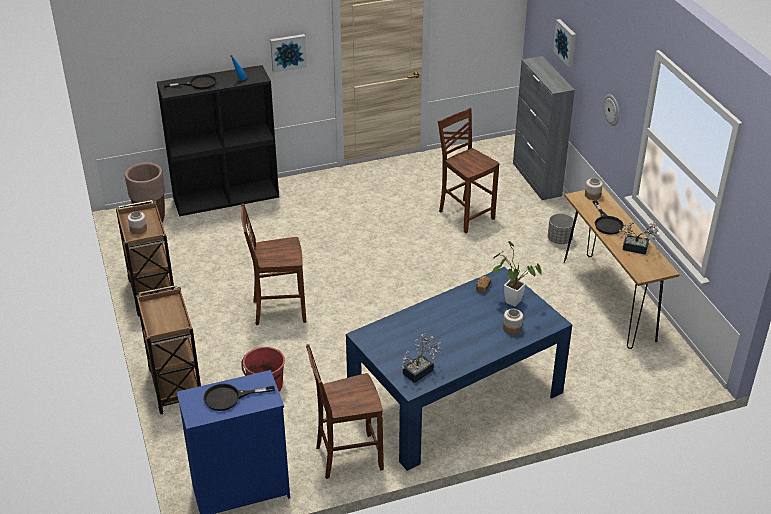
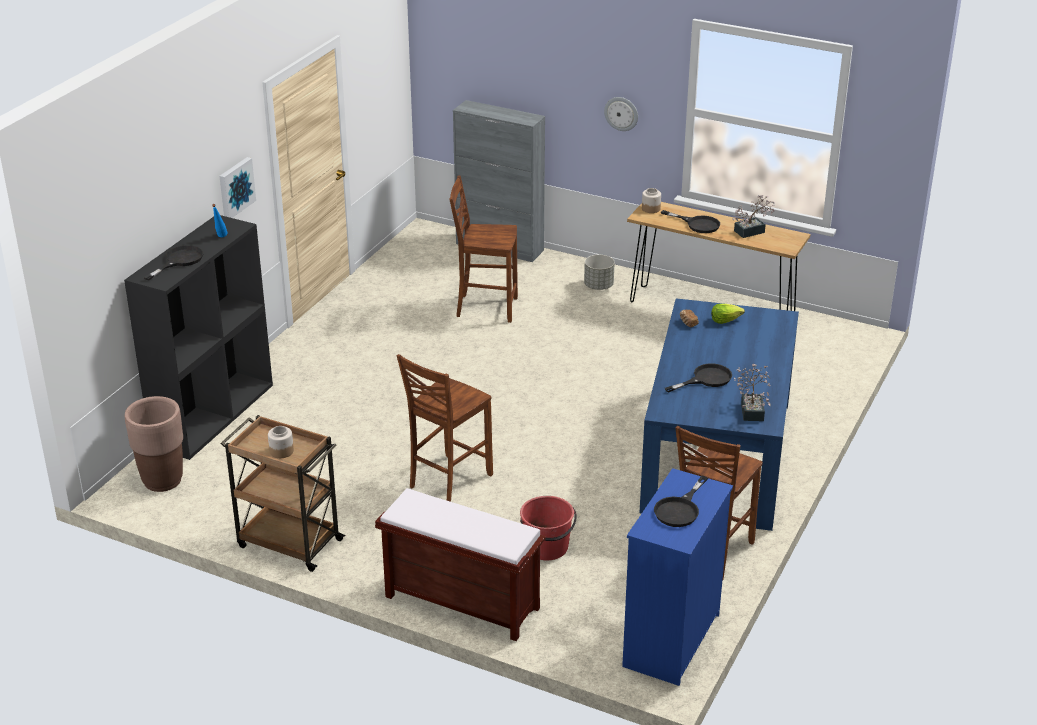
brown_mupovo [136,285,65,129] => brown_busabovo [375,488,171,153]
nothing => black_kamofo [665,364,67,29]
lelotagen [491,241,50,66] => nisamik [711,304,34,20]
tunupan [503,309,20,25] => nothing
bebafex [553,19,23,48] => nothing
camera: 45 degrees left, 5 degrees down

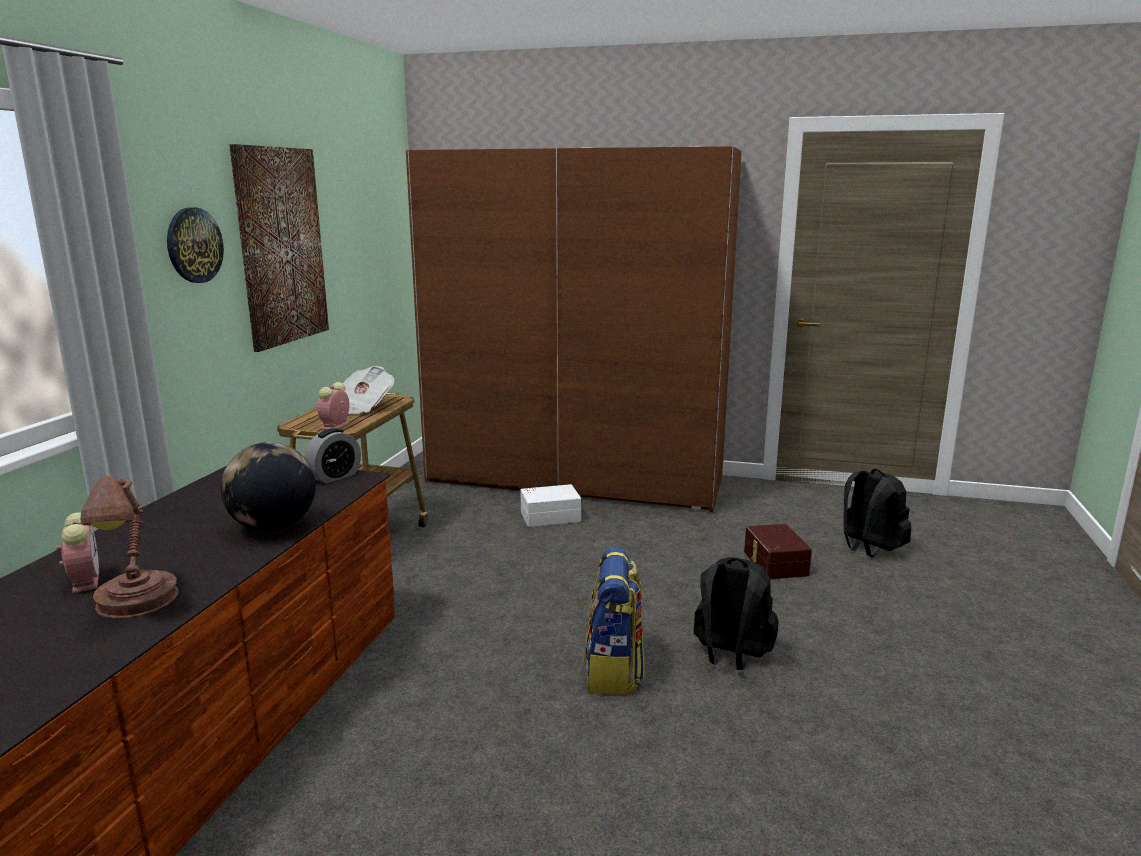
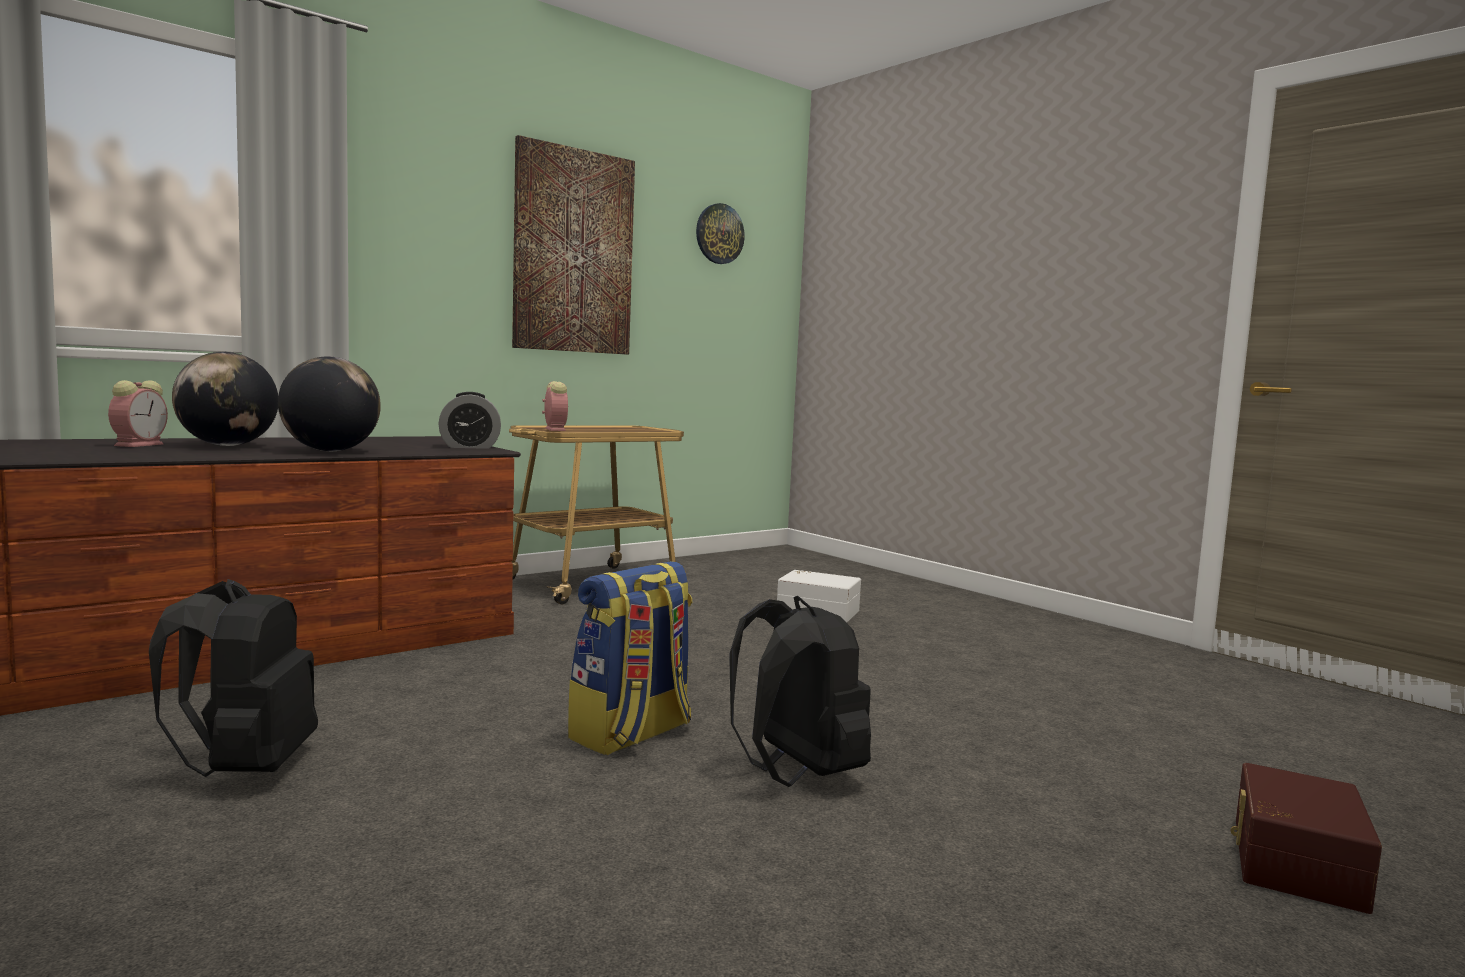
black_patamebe [843,469,68,89] => black_patamebe [149,579,169,198], move
nothing => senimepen [172,352,106,94]
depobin [317,382,33,48] => depobin [542,381,26,50], 105 degrees clockwise
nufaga [167,207,57,76] => nufaga [696,203,49,61], move
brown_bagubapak [744,524,68,55] => brown_bagubapak [1231,763,151,151], move
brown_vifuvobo [80,476,98,143] => nothing
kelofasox [343,366,51,48] => nothing
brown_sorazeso [406,146,336,366] => nothing
camera: 35 degrees right, 10 degrees down

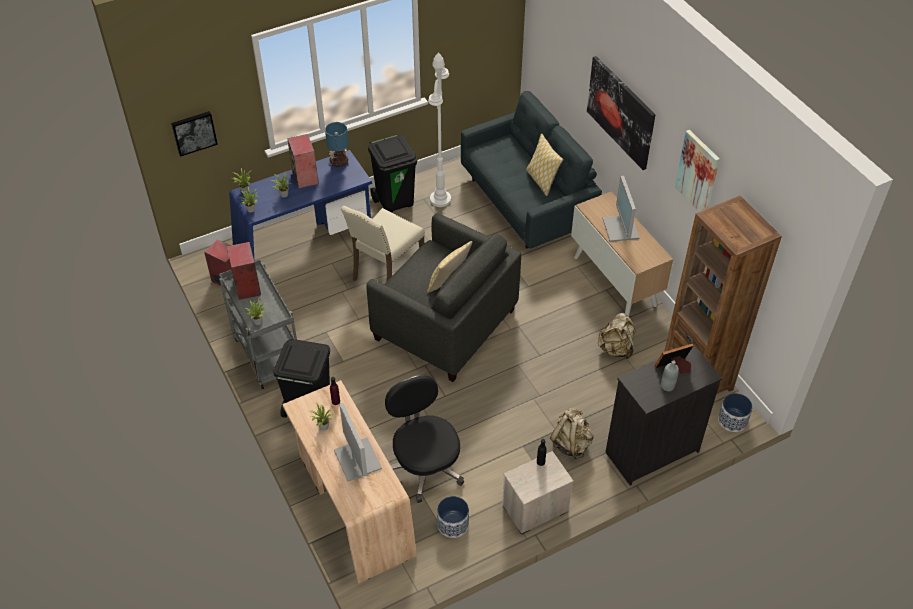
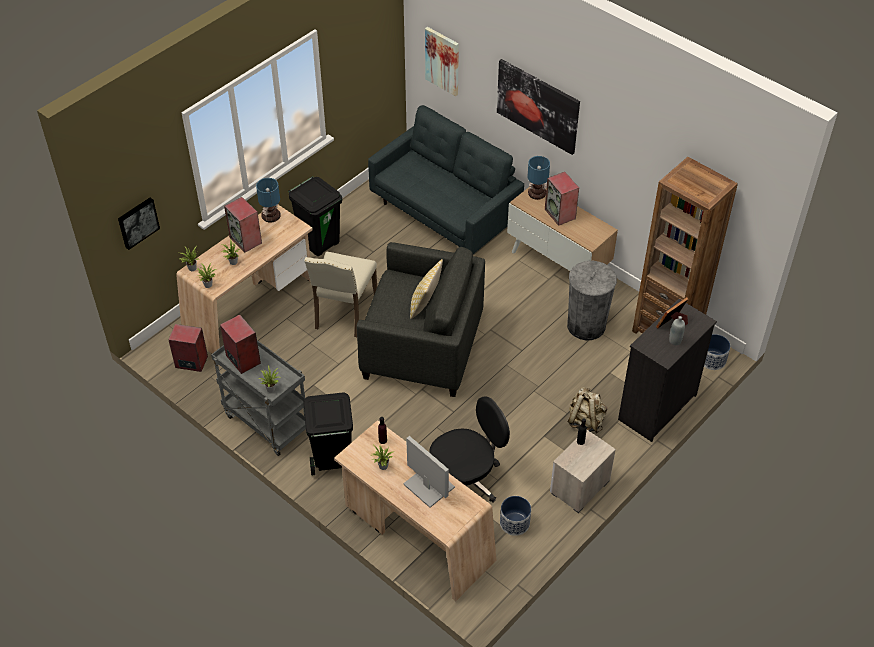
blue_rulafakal [229,150,143,108] => beige_rulafakal [176,205,137,149]
bebafex [675,130,45,82] => bebafex [425,27,34,69], move
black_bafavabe [385,375,79,128] => black_bafavabe [429,396,81,107], 105 degrees clockwise
nothing => vifuvobo [527,156,23,44]
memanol [602,176,37,66] => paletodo [545,172,34,54]
beige_patamebe [597,313,38,46] => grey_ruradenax [567,261,50,79]
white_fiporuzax [428,52,23,155] => nothing
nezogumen [526,133,37,63] => nothing
camera: 20 degrees left, 0 degrees up

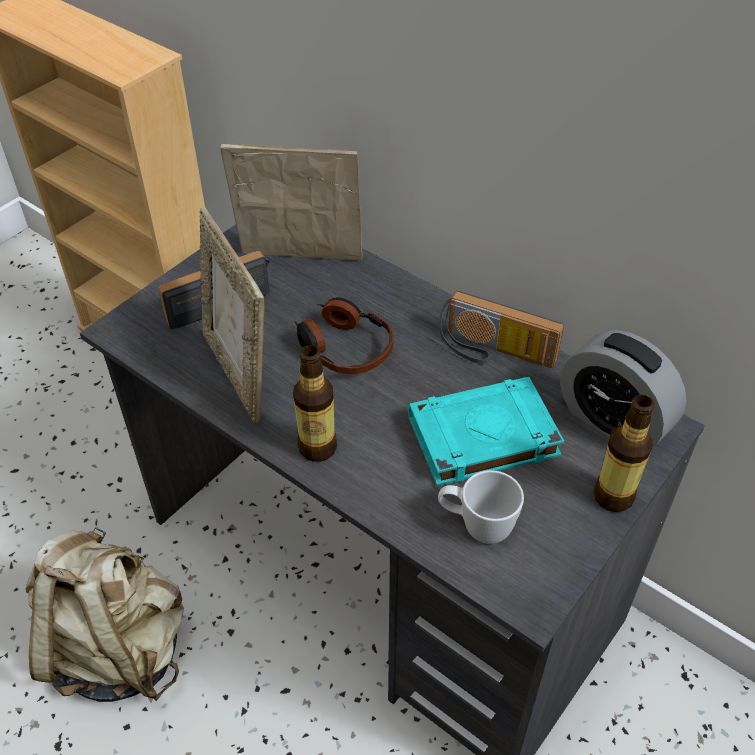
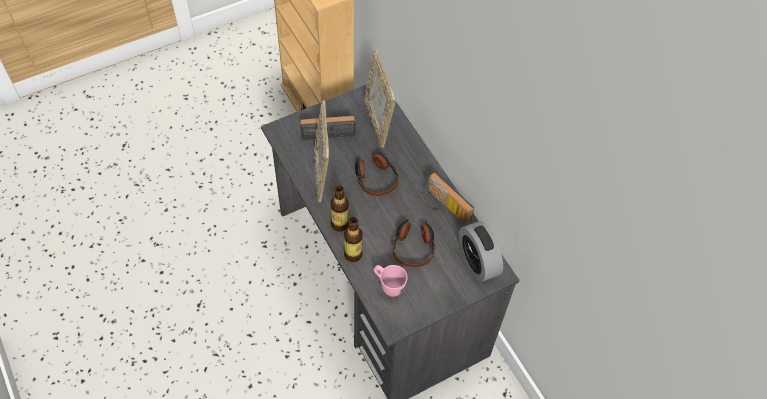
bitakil [593,395,61,117] => bitakil [344,217,19,45], move
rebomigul [220,143,143,118] => rebomigul [364,49,32,99], 135 degrees counterclockwise
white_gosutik [438,470,86,74] => pink_gosutik [374,265,34,32]
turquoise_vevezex [408,377,156,109] => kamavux [393,220,42,47]
beige_patamebe [26,527,158,175] => nothing
camera: 20 degrees right, 10 degrees up

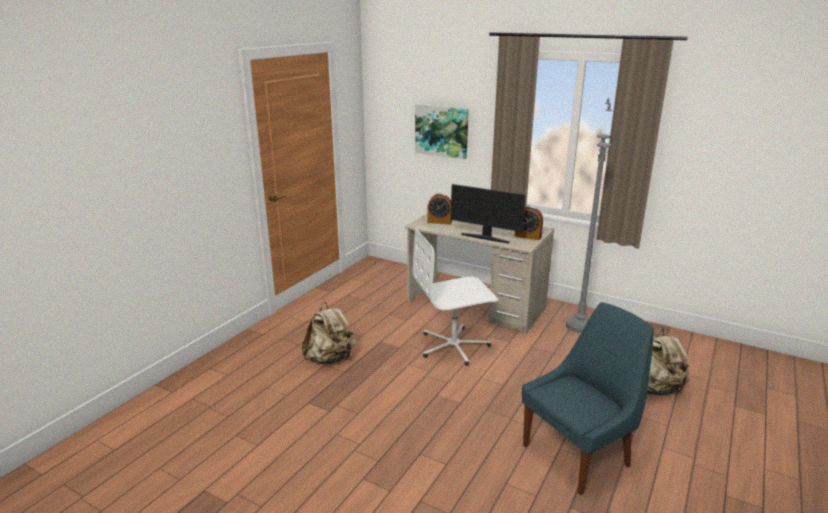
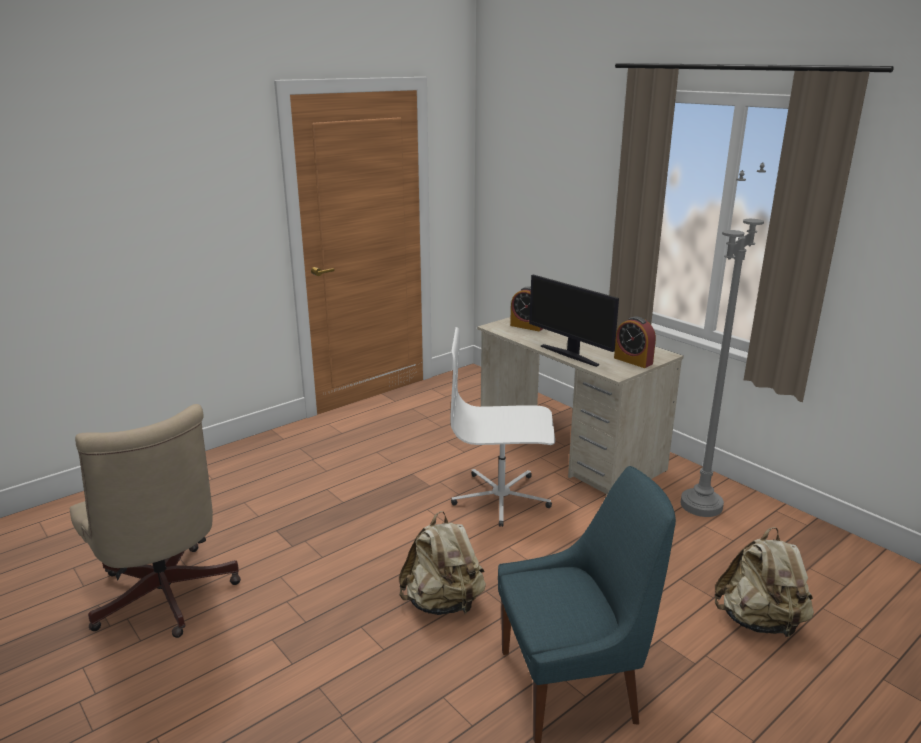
nothing => beige_bafavabe [70,404,171,234]
beige_patamebe [302,302,54,62] => beige_patamebe [399,511,87,104], move
bebafex [415,104,54,55] => nothing
camera: 20 degrees right, 0 degrees up

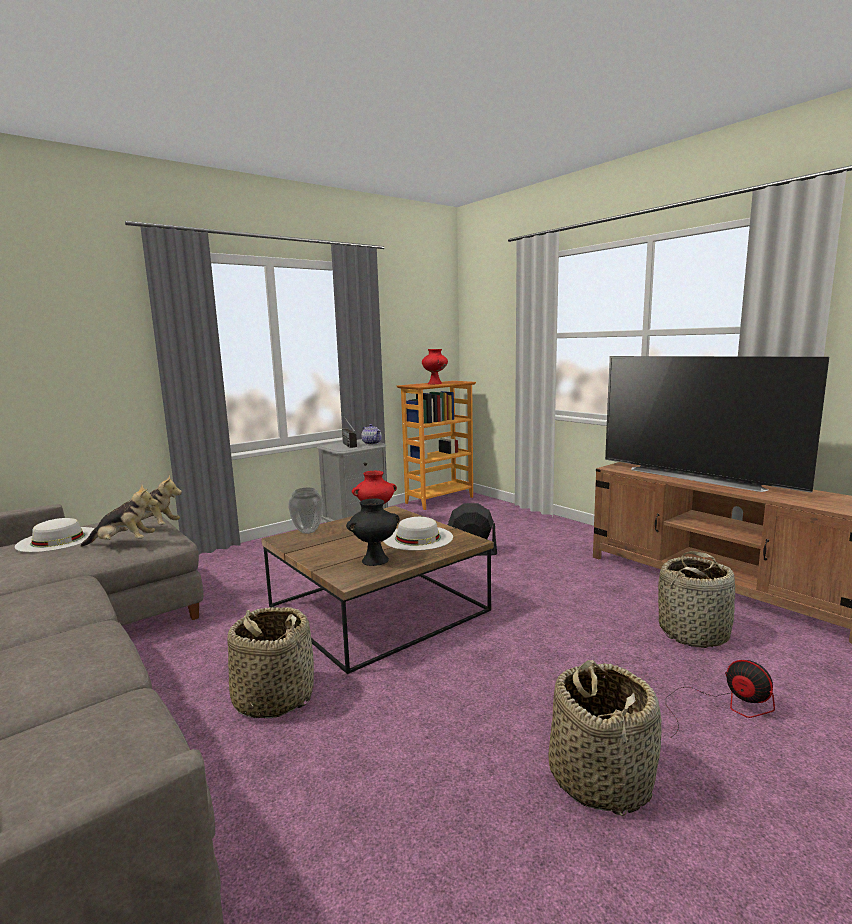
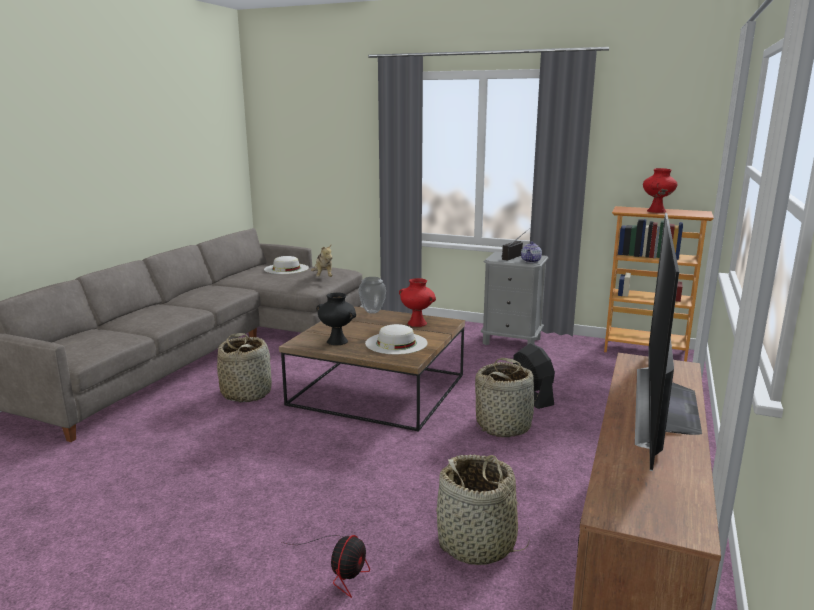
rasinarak [549,660,113,156] => rasinarak [475,358,63,79], move
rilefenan [81,485,77,62] => nothing
camera: 60 degrees right, 5 degrees up

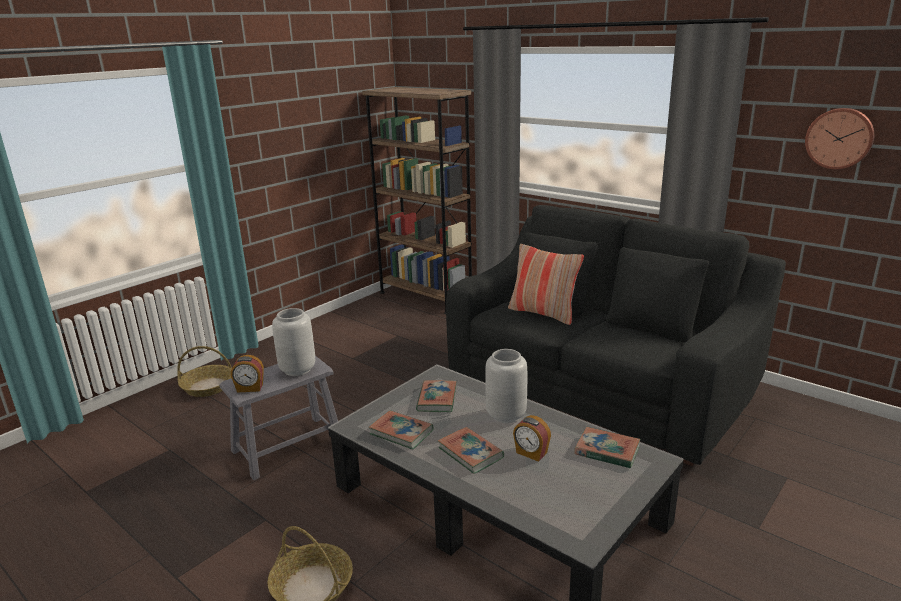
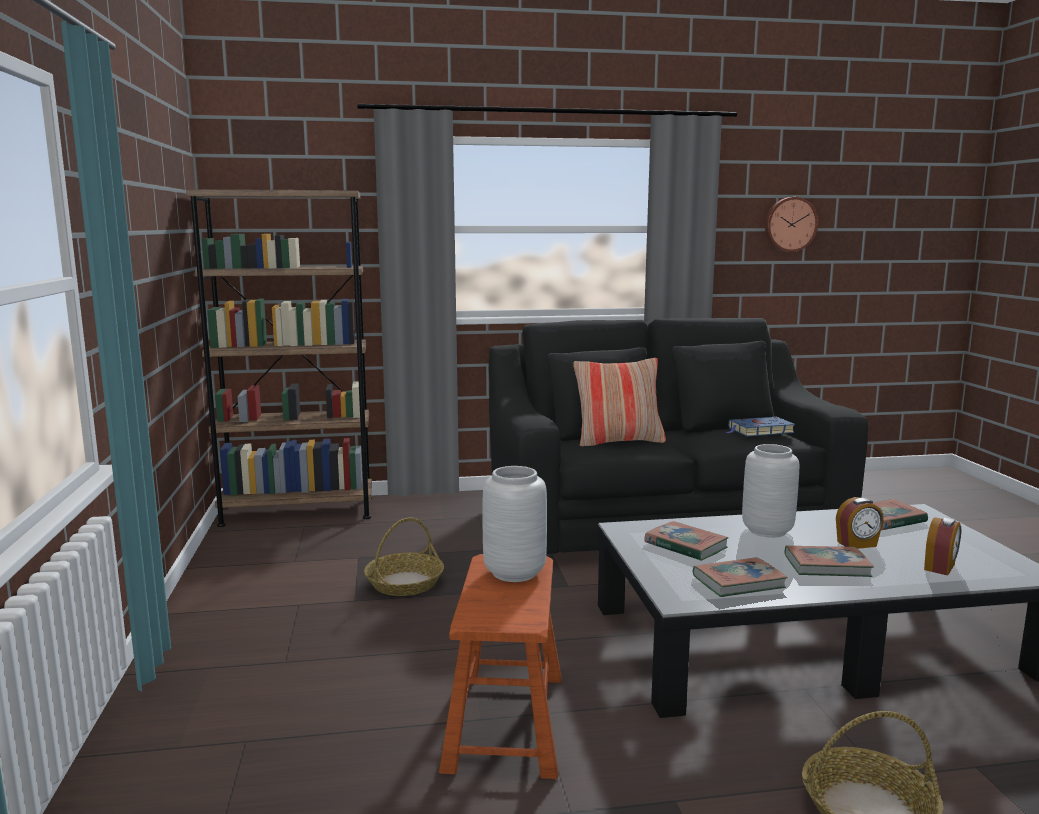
rasinarak [177,346,55,51] => rasinarak [364,517,80,79], move
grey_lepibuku [219,356,119,124] => brown_lepibuku [439,554,123,225]
nothing => blue_vevezex [726,417,69,19]
depobin [231,355,33,38] => depobin [924,517,37,59], move
camera: 50 degrees left, 10 degrees down

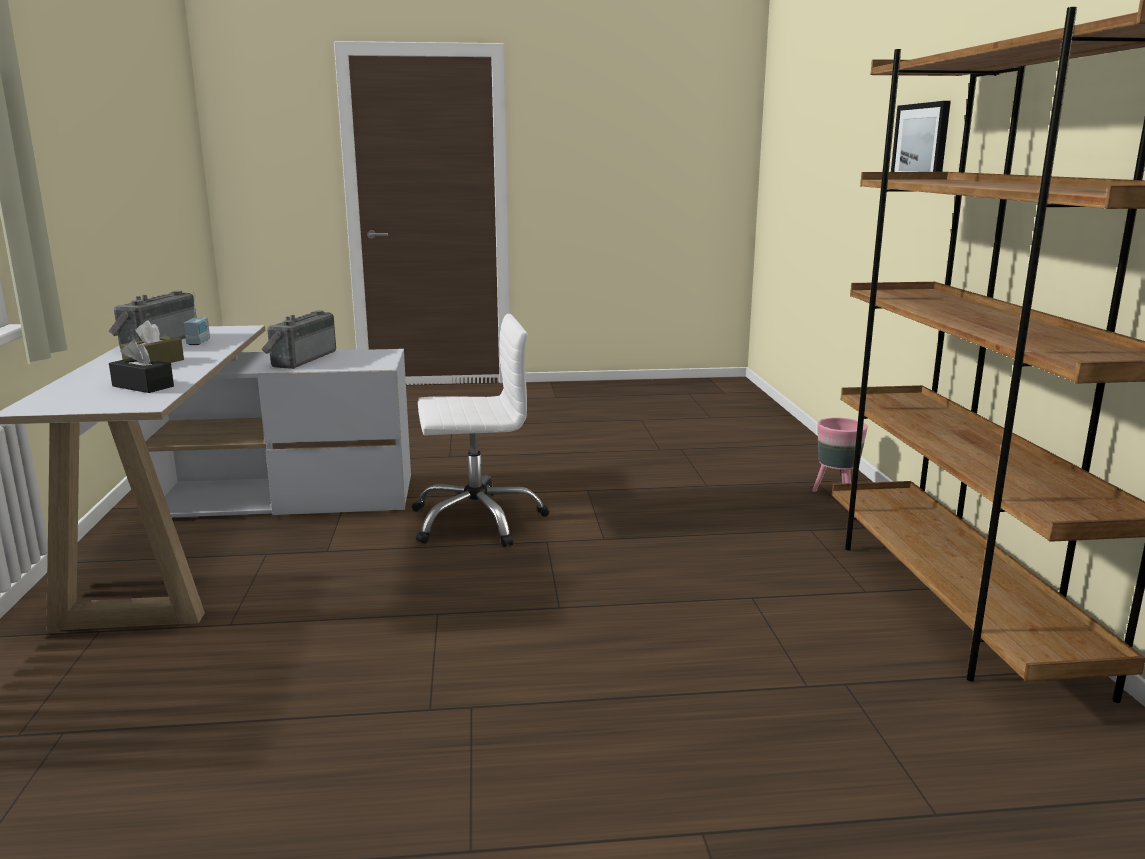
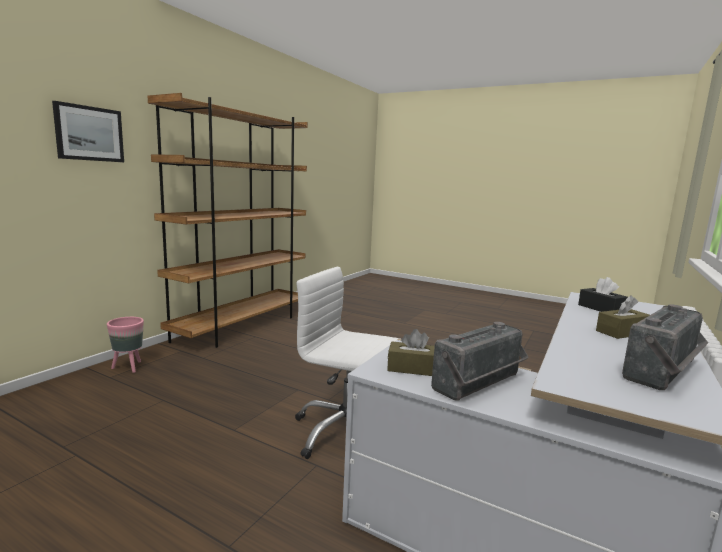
nothing => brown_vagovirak [387,329,48,47]
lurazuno [184,292,26,53] => nothing
camera: 145 degrees left, 5 degrees down

